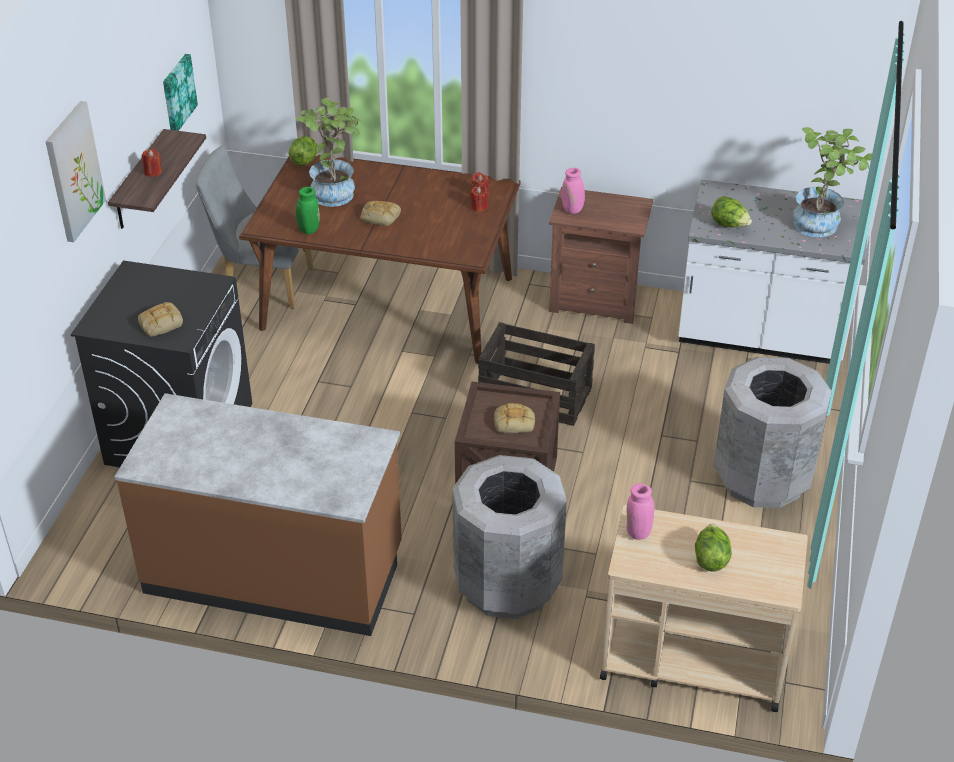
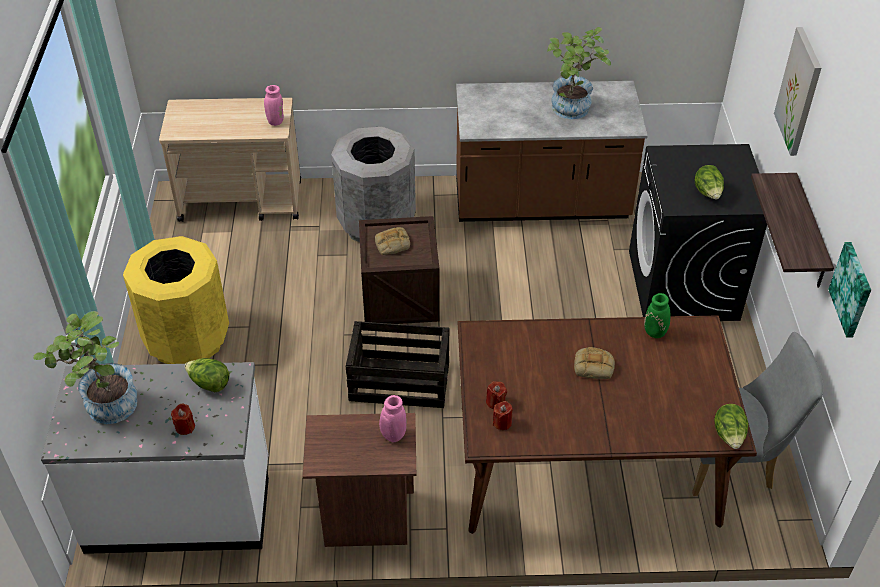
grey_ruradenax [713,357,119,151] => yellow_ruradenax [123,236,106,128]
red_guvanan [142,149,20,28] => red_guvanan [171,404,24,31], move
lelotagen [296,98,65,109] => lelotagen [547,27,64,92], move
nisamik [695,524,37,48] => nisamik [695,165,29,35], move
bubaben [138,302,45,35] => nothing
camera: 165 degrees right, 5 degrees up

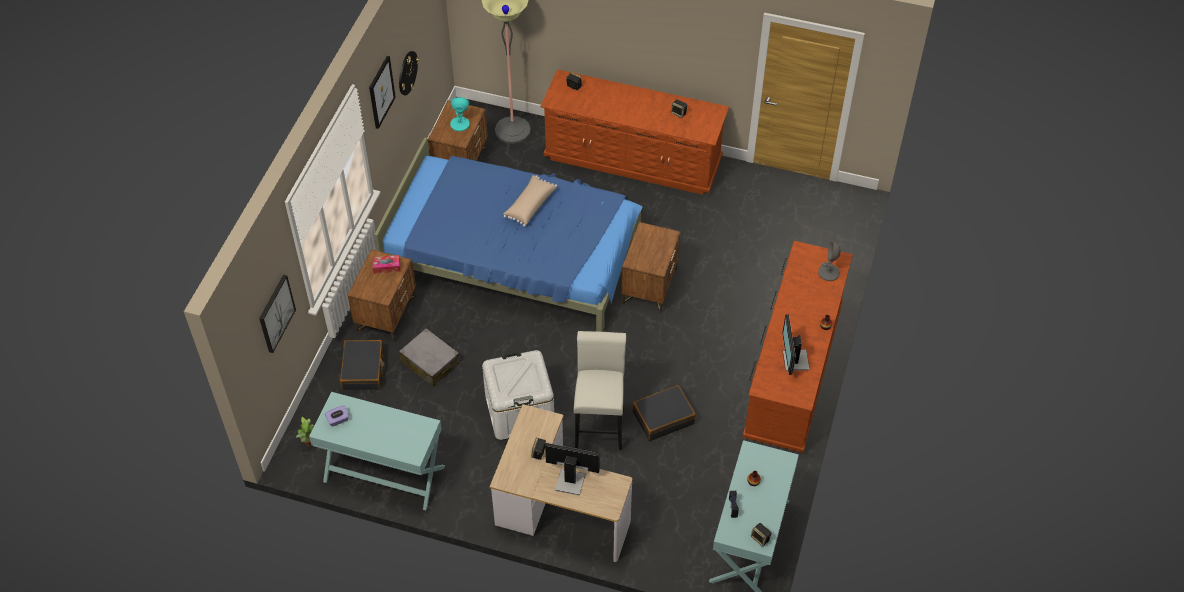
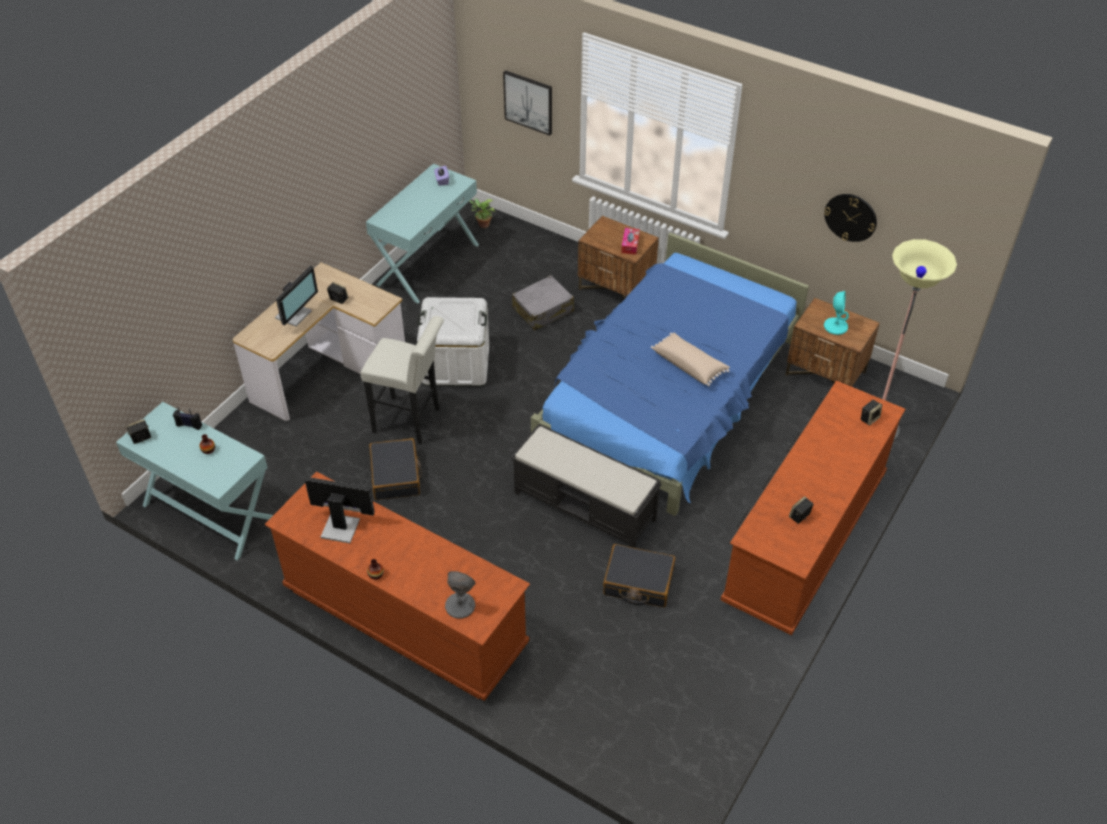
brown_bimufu [622,222,59,92] => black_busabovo [512,424,150,124]
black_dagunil [340,340,45,50] => black_dagunil [603,544,72,63], move
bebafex [369,56,27,73] => nothing
camera: 105 degrees right, 5 degrees down

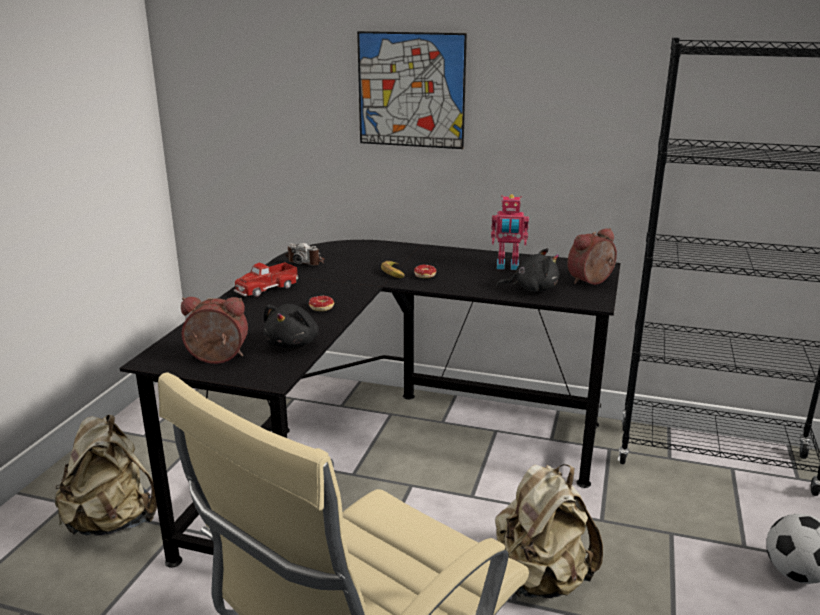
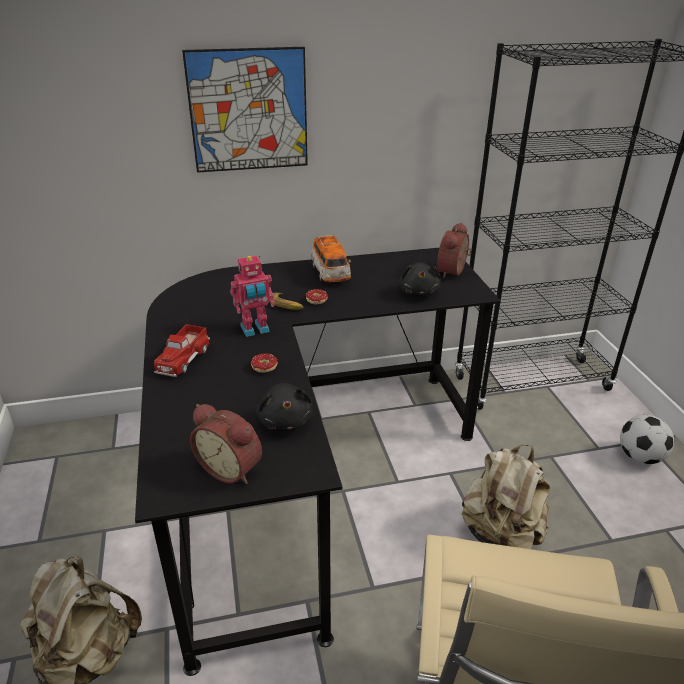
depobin [181,297,67,67] => depobin [190,404,72,80], 120 degrees counterclockwise
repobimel [491,194,38,76] => repobimel [230,256,44,81], move
nothing => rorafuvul [311,234,40,49]
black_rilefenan [496,248,63,44] => black_rilefenan [398,262,43,35], 120 degrees clockwise
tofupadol [285,243,39,22] => nothing
camera: 30 degrees left, 10 degrees up

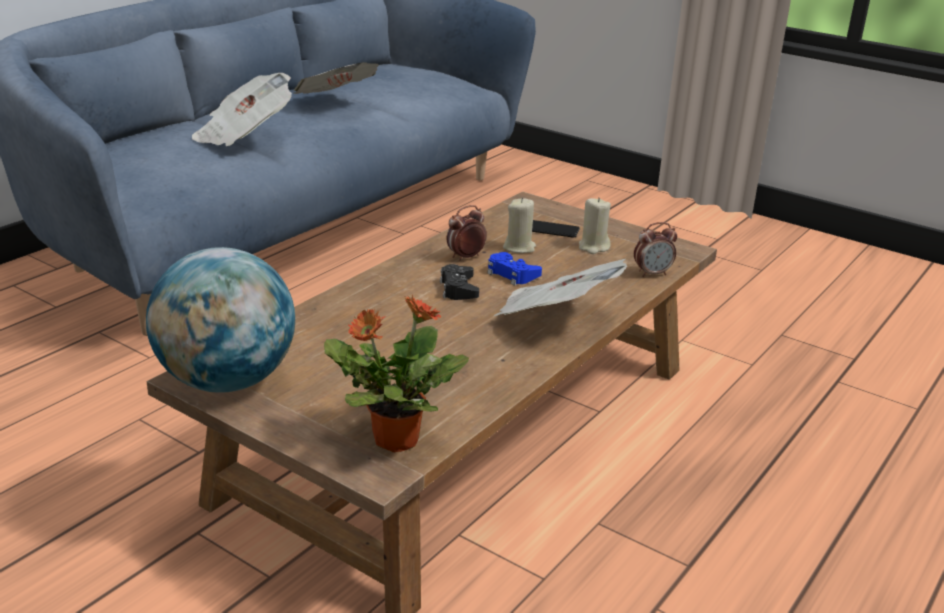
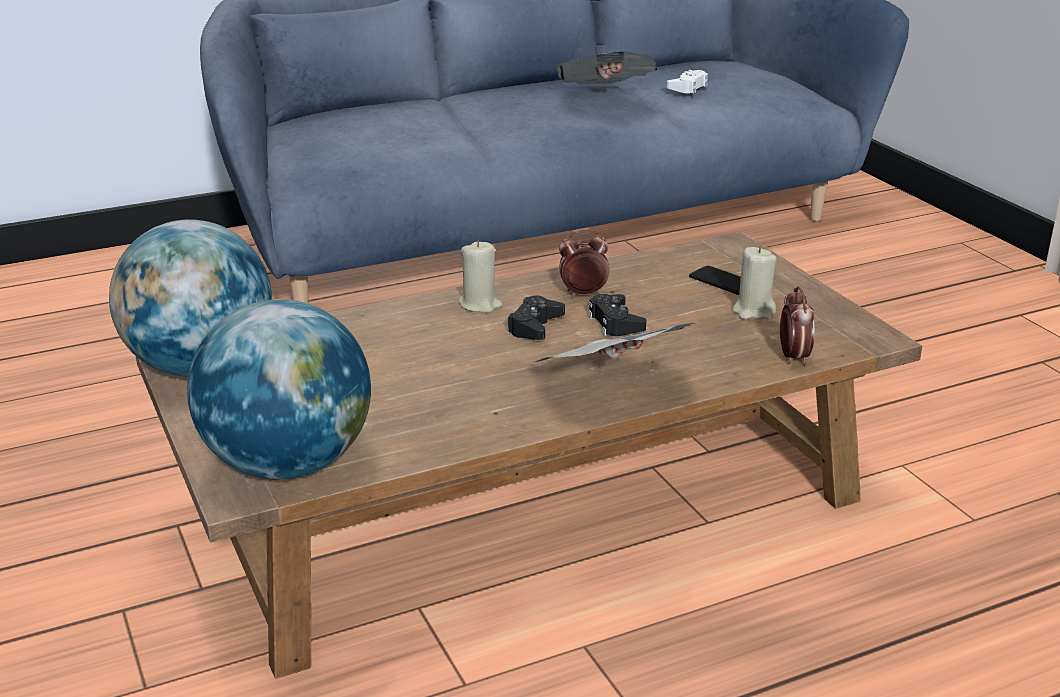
lelotagen [324,295,145,157] => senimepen [187,299,184,181]
beige_guvanan [503,198,33,55] => beige_guvanan [459,240,43,73], move
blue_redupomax [487,252,55,33] => black_redupomax [588,294,58,42]
nothing => white_redupomax [666,70,42,24]
depobin [634,222,43,55] => depobin [780,286,35,79], 105 degrees counterclockwise
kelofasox [192,73,100,73] => nothing
camera: 30 degrees right, 0 degrees up

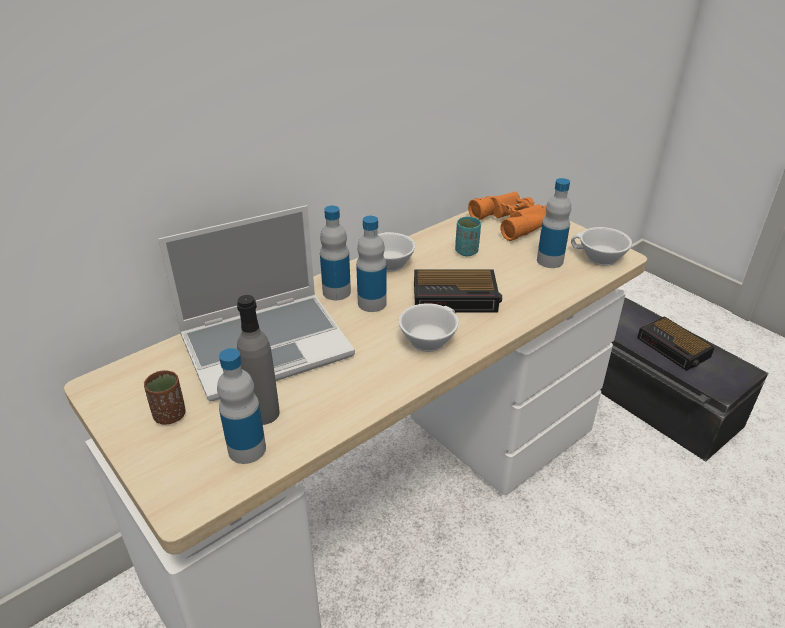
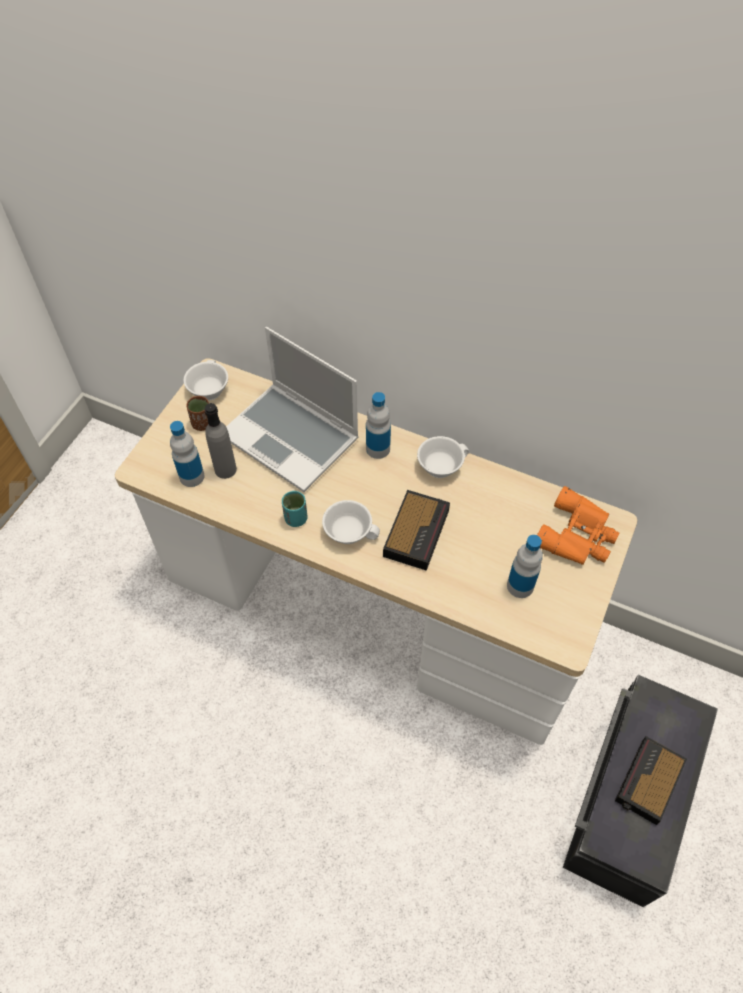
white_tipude [571,227,61,39] => white_tipude [183,360,45,41], move
turquoise_tipude [455,216,26,40] => turquoise_tipude [282,491,26,36], move
depobin [414,270,88,42] => depobin [383,490,67,81], 135 degrees counterclockwise
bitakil [356,216,31,96] => nothing
camera: 65 degrees right, 20 degrees up

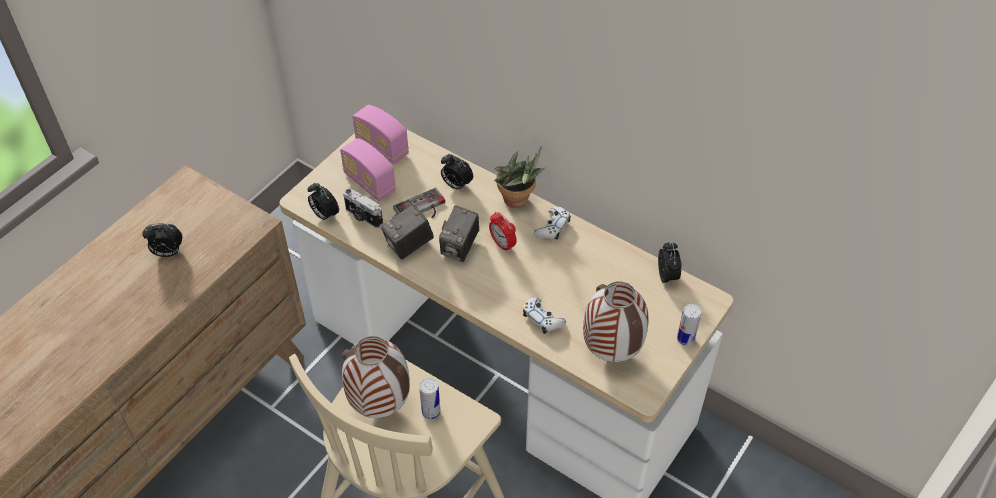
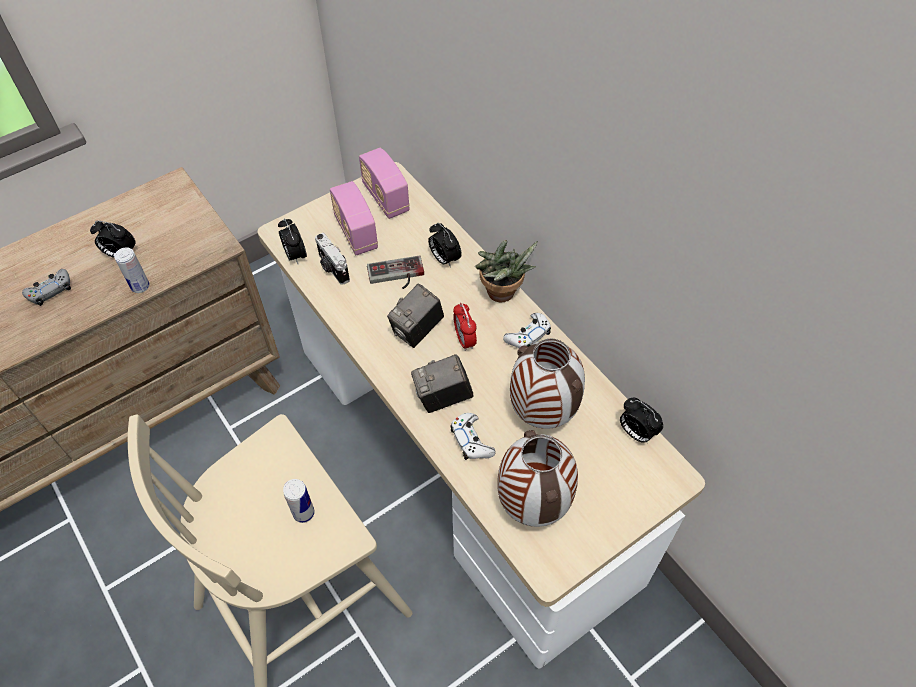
nothing => grey_redupomax [22,269,49,37]
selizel [677,304,24,42] => selizel [114,247,36,46], move
tofupadol [381,204,53,56] => tofupadol [411,354,62,59], move
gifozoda [342,336,68,82] => gifozoda [510,339,75,90], move
depobin [658,242,24,43] => depobin [620,398,43,45], 120 degrees clockwise
camera: 20 degrees right, 5 degrees up

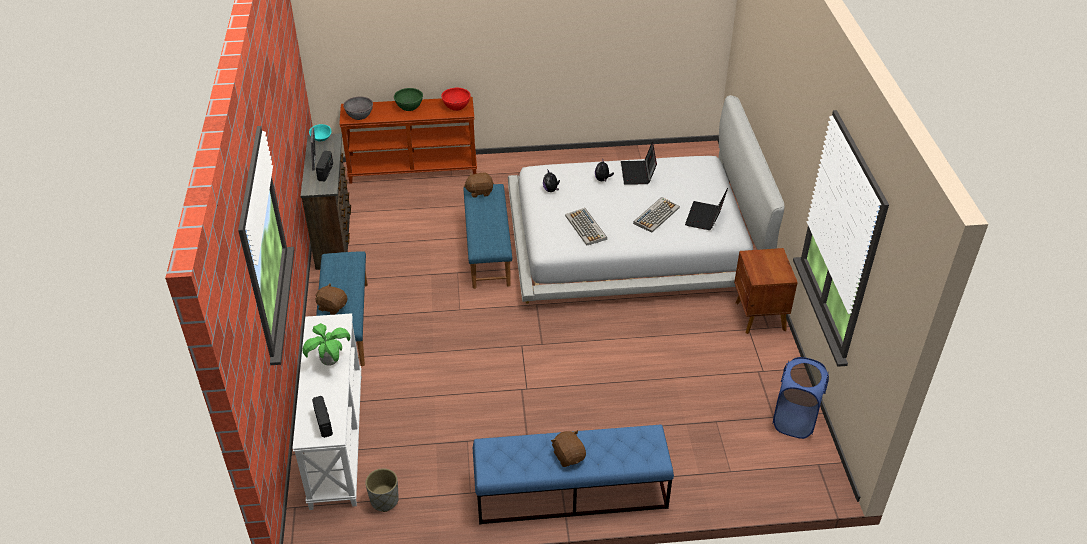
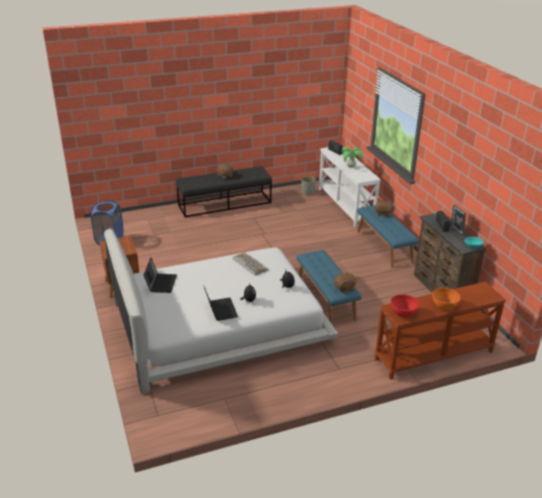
blue_busabovo [473,425,201,100] => black_busabovo [176,166,96,52]
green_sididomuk [394,88,29,23] => orange_sididomuk [432,288,29,22]
grey_sididomuk [343,97,30,23] => nothing
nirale [633,197,47,36] => nothing
camera: 165 degrees right, 10 degrees down

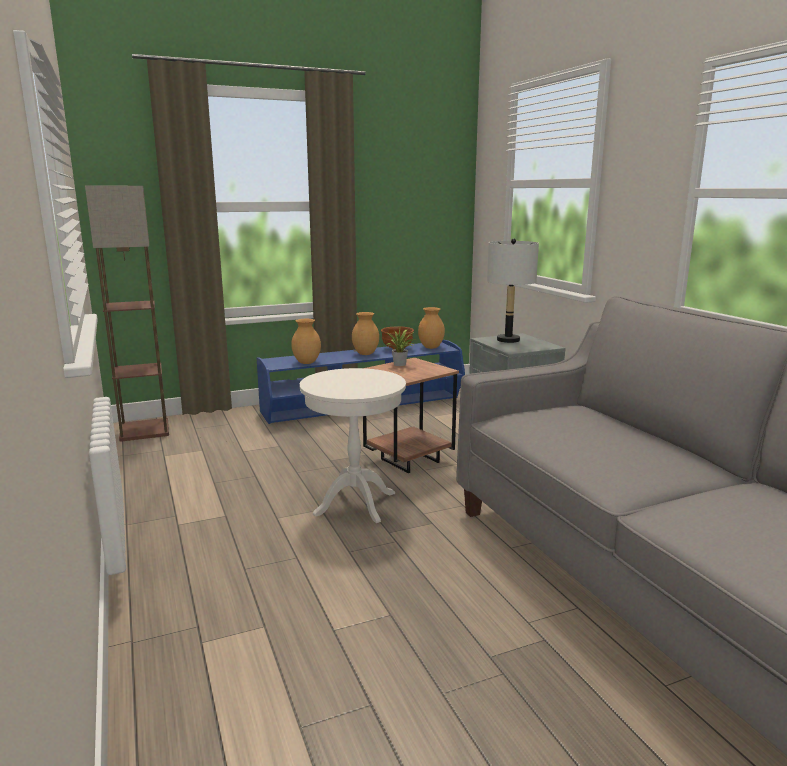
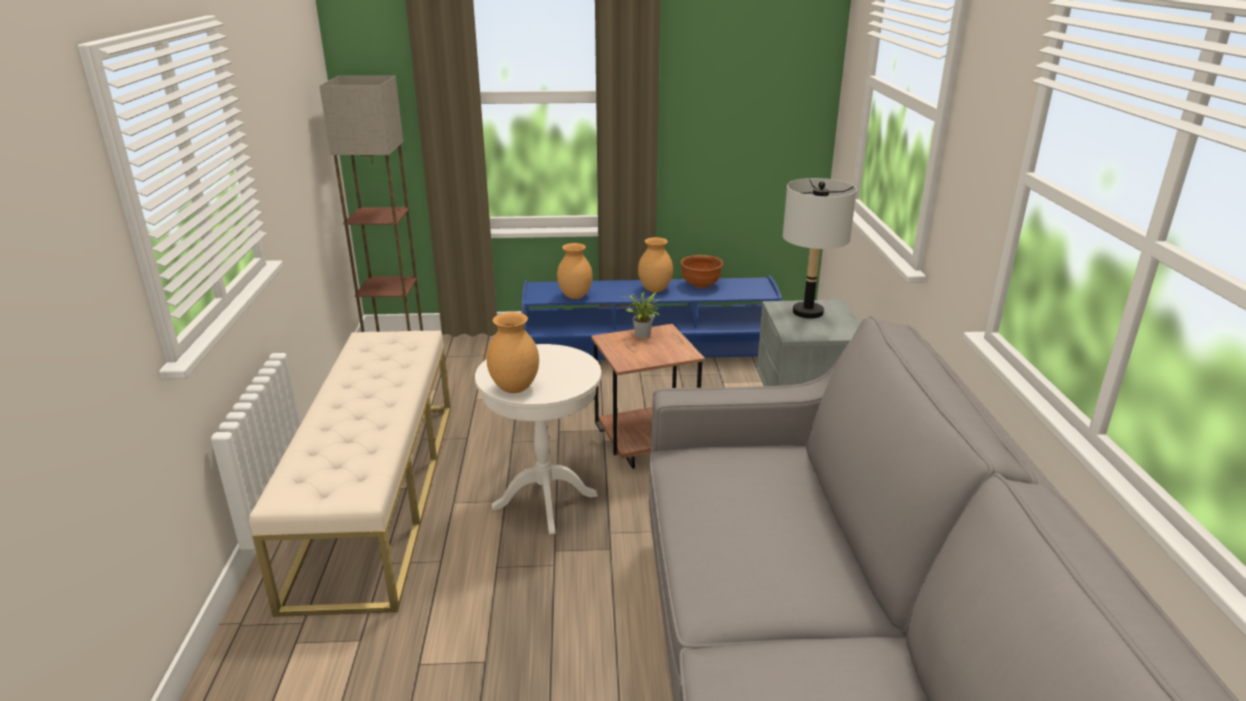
nothing => beige_busabovo [249,331,202,286]
brown_gifozoda [418,307,27,42] => brown_gifozoda [486,312,53,81], move
camera: 20 degrees right, 10 degrees up

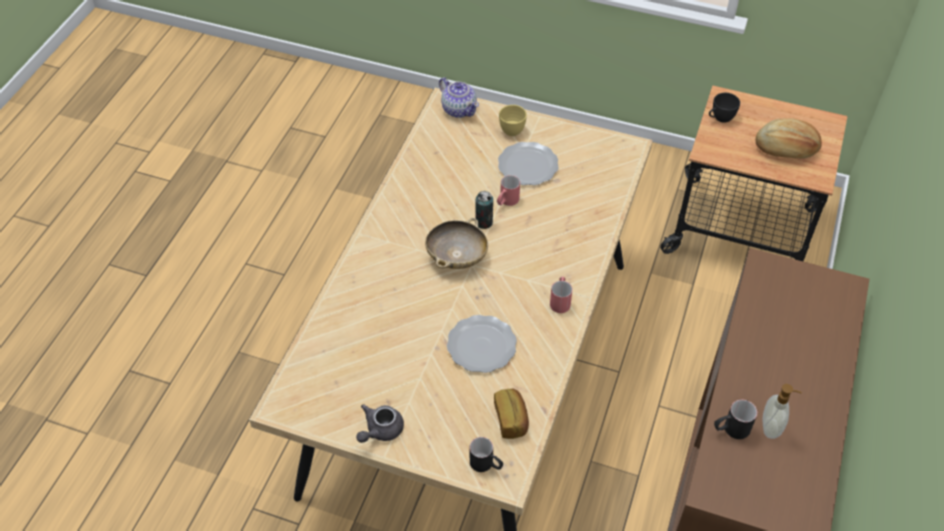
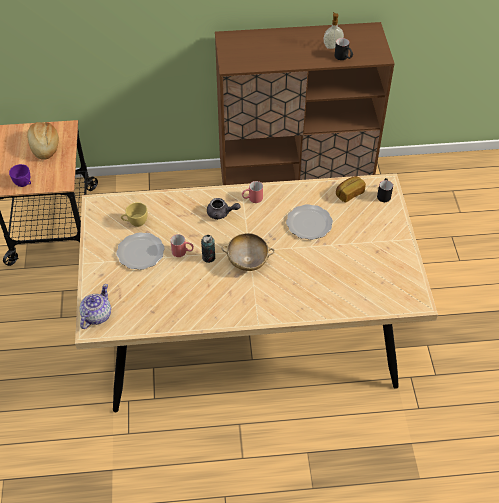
black_tipude [709,93,31,30] => purple_tipude [9,164,22,23]
yellow_tipude [499,105,28,31] => yellow_tipude [121,202,27,25], move
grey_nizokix [356,404,48,39] => grey_nizokix [207,198,33,22], move
camera: 115 degrees left, 0 degrees up

